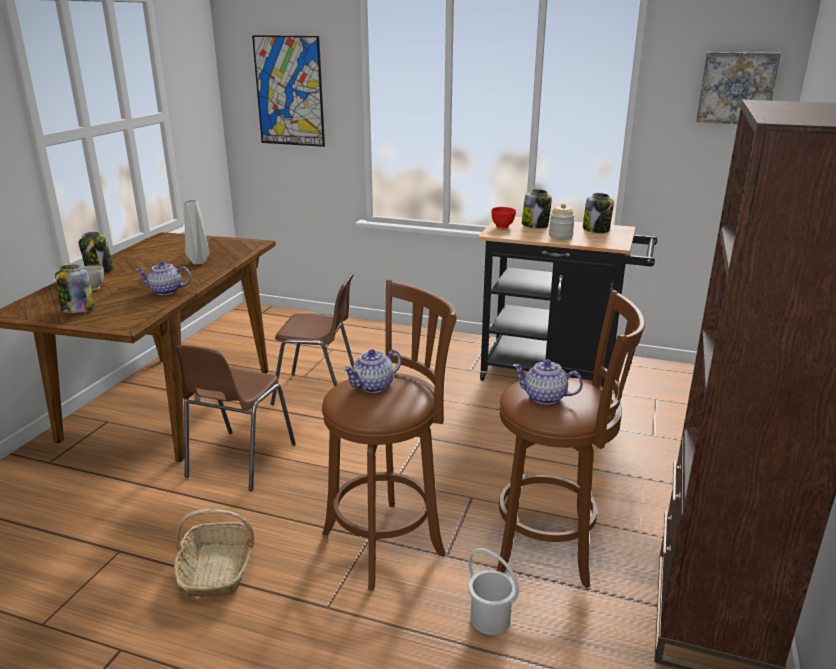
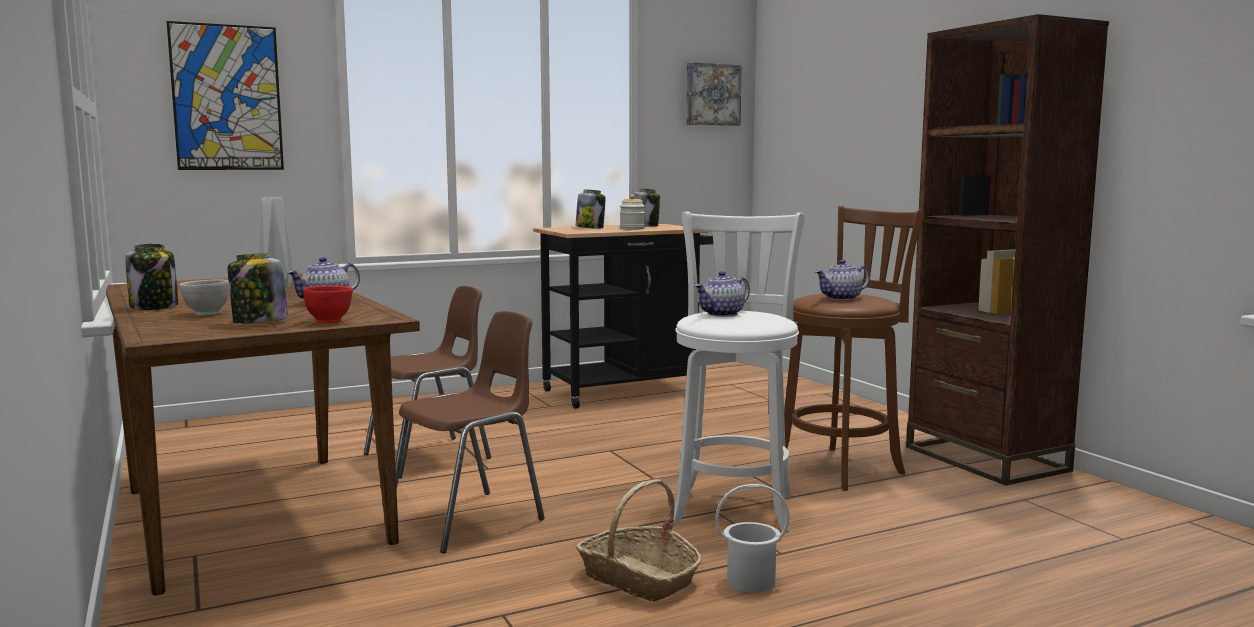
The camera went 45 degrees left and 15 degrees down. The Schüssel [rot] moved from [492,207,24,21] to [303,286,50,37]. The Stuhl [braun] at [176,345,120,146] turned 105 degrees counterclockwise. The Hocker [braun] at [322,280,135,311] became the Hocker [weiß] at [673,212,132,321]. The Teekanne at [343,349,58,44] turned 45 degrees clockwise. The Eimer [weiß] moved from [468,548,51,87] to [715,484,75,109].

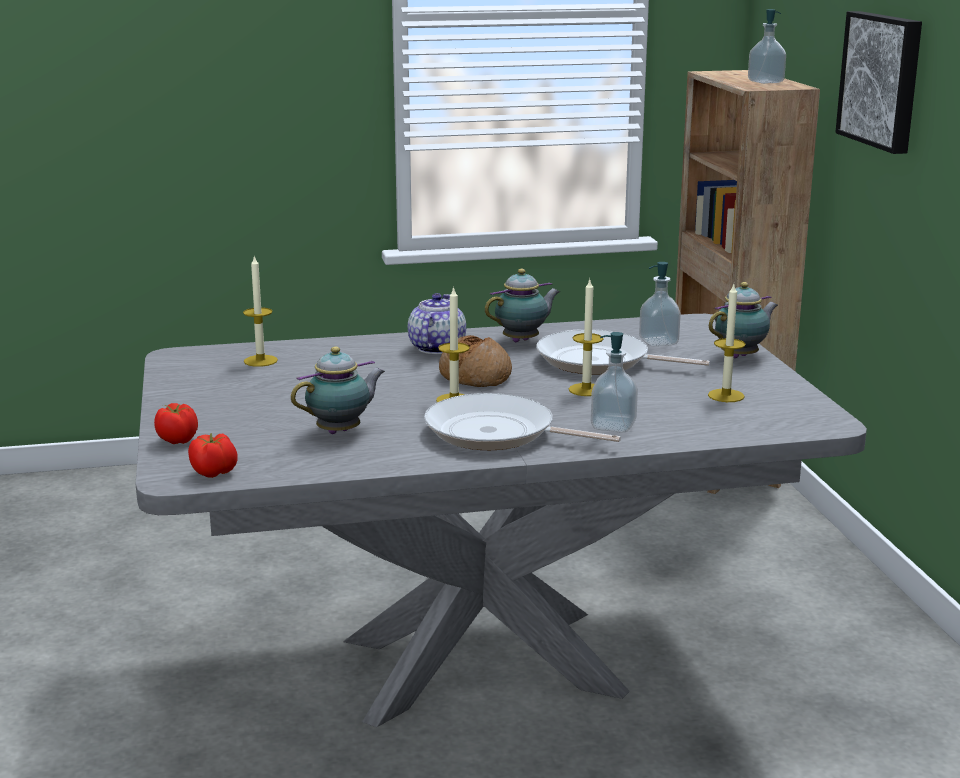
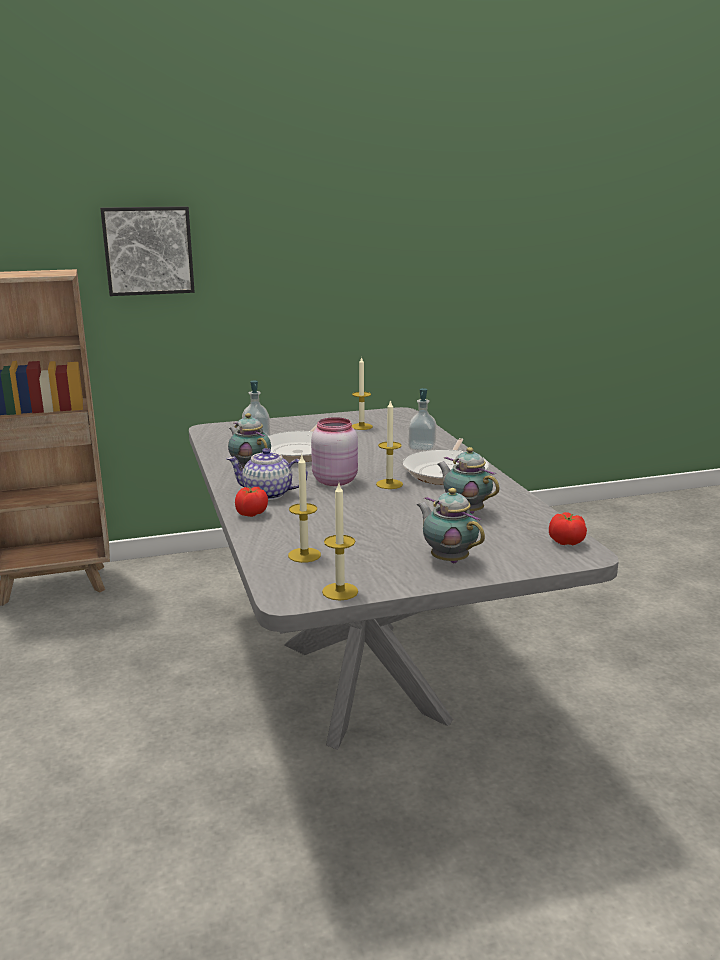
The camera went 95 degrees left and 0 degrees up. The Tomate moved from [154,403,44,41] to [235,487,33,30]. The Brot at [439,335,73,52] was replaced by the Vorratsglas [rosa] at [311,417,47,69]. The Kerze moved from [569,280,34,116] to [322,484,36,117]. The Teekanne moved from [709,282,69,76] to [416,488,69,75]. The Seifenspender at [748,9,38,75] disappeared.

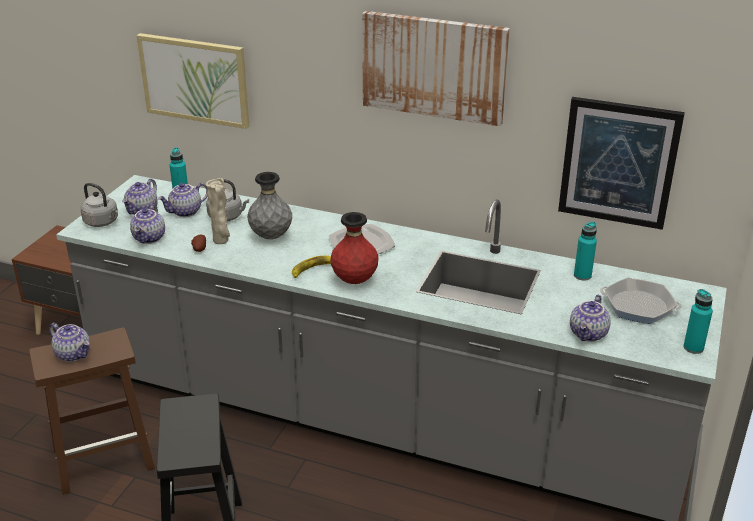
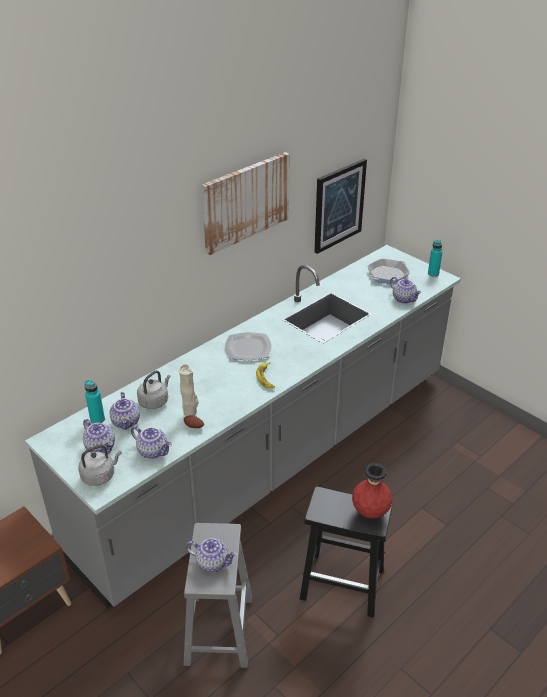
The camera went 65 degrees left and 5 degrees up. The Hocker [braun] at [29,327,126,168] became the Hocker [grau] at [184,523,68,145]. The Teekanne at [49,323,41,39] turned 45 degrees clockwise. The Vase [rot] moved from [330,212,49,72] to [352,463,41,56]. The Bild at [137,33,112,96] disappeared. The Vase [grau] at [247,172,45,67] disappeared. The Flasche [türkis] at [574,222,23,59] disappeared.

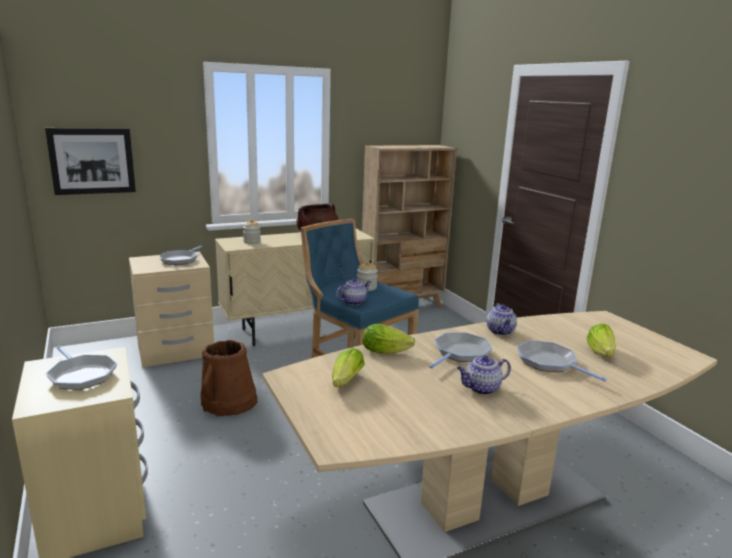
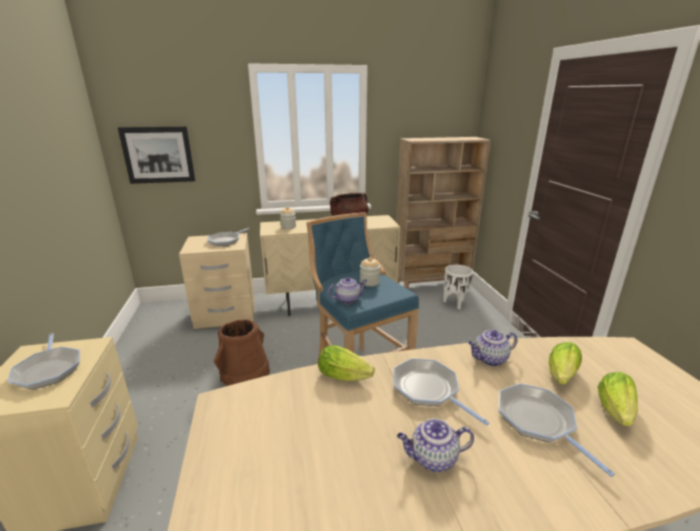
The camera went 15 degrees right and 5 degrees up. The Pfanne at [429,332,63,36] turned 90 degrees counterclockwise. The Pflanzkübel [weiß] at [443,265,30,44] appeared. The Teekanne at [486,303,31,32] turned 60 degrees clockwise. The Salatkopf moved from [332,348,33,39] to [549,342,33,43].

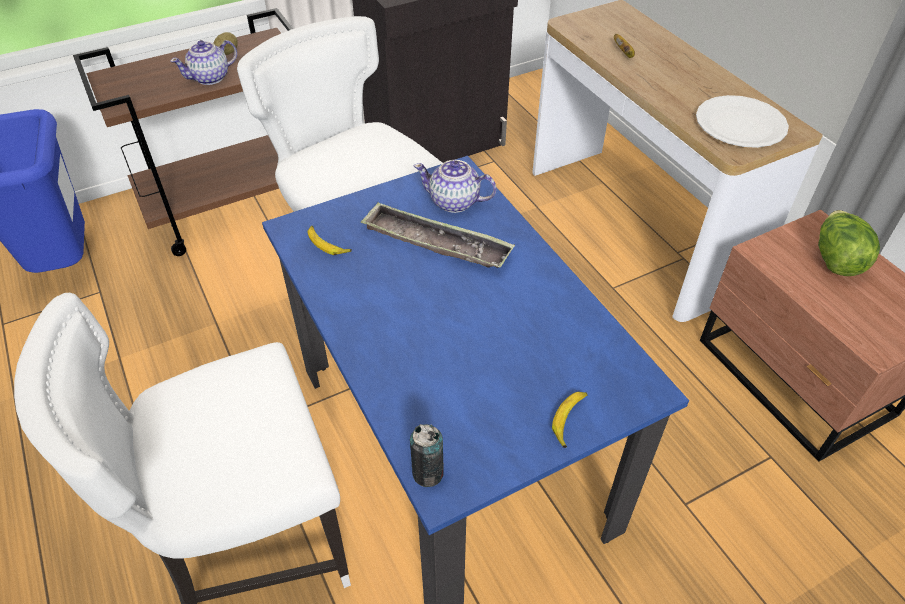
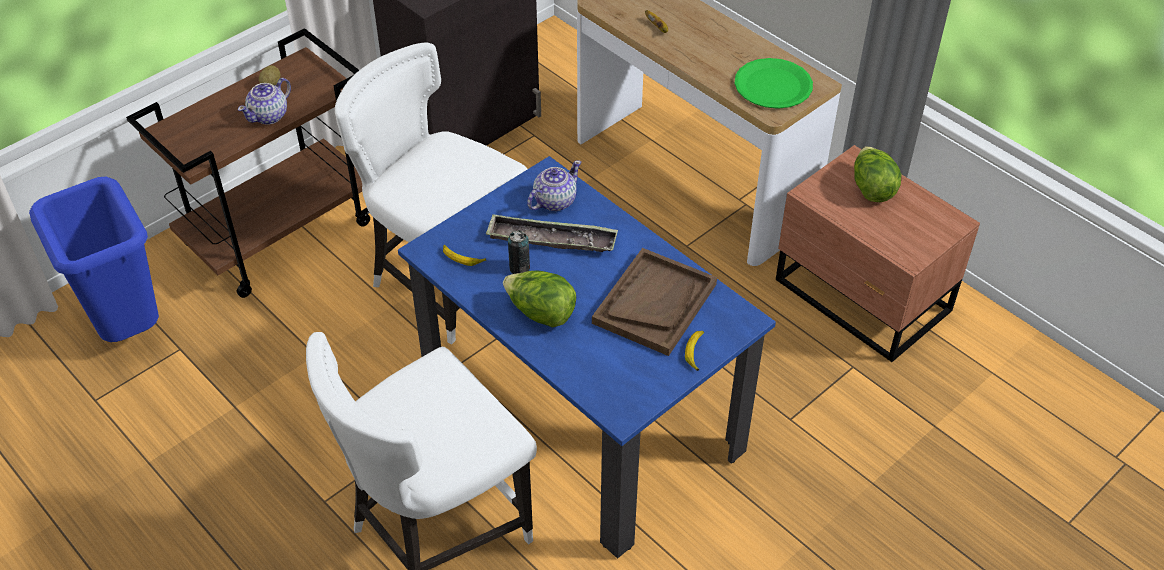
The camera went 15 degrees left and 0 degrees up. The Salatkopf at [503,271,73,57] appeared. The Dose moved from [410,424,34,63] to [508,230,22,44]. The Teekanne at [414,160,82,53] turned 135 degrees clockwise. The Tablett [braun] at [592,248,125,108] appeared. The Teller [weiß] at [696,95,93,53] became the Teller [grün] at [735,58,78,51].

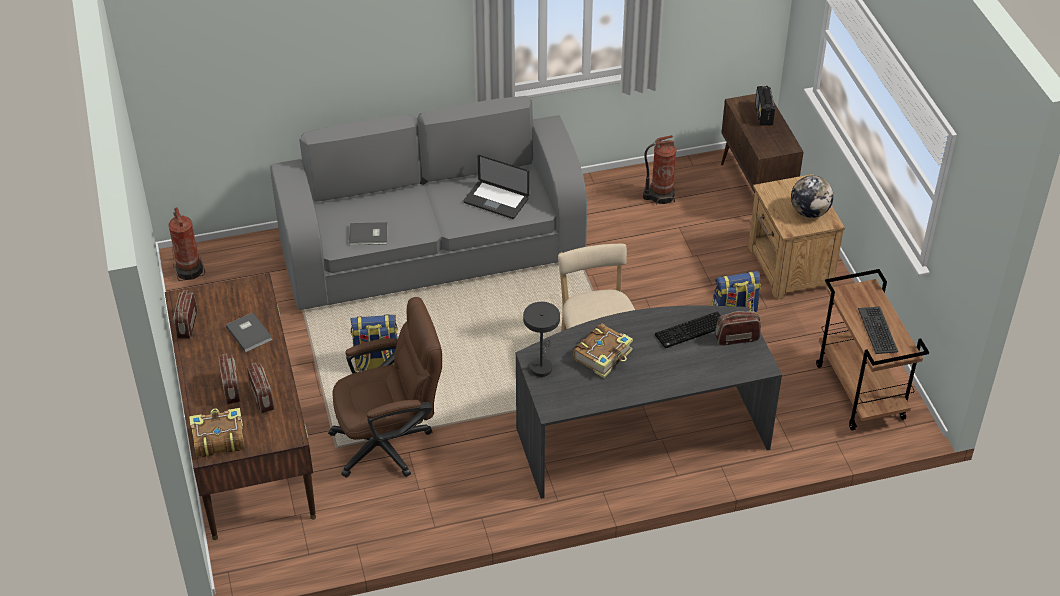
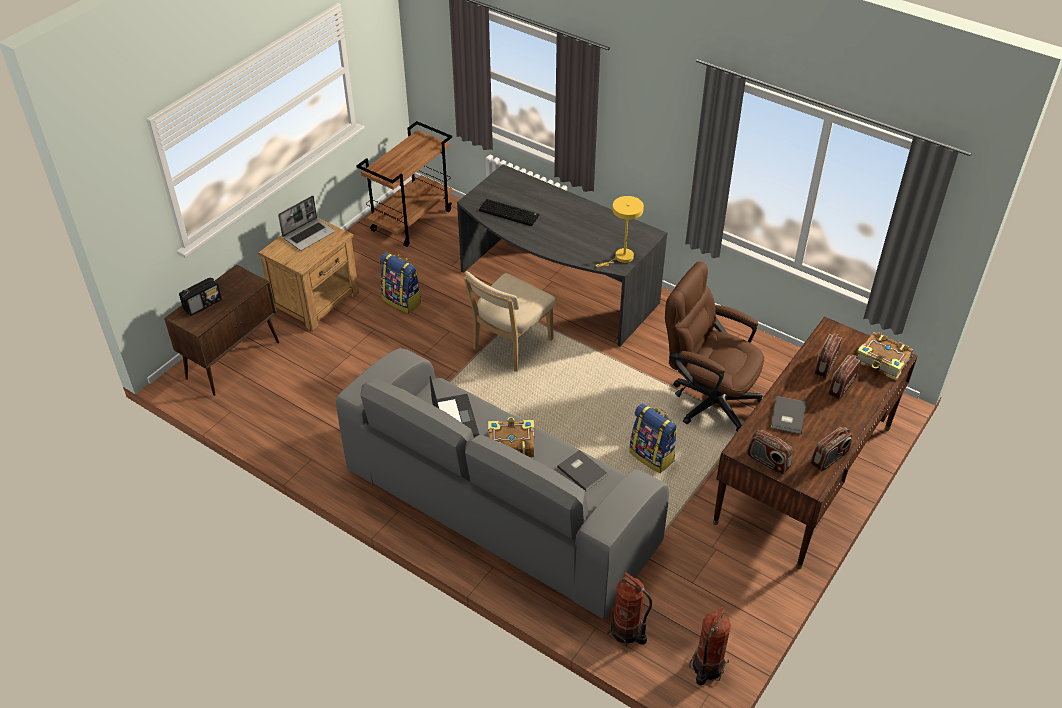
The camera went 130 degrees left and 0 degrees up. The Globus at [791,176,42,42] was replaced by the Laptop at [278,195,57,56]. The Buch moved from [573,324,60,54] to [488,417,46,40]. The Tischlampe [grau] at [523,302,37,75] became the Tischlampe [gelb] at [596,196,48,71]. The Feuerlöscher moved from [643,135,33,70] to [607,572,45,74]. The Radio moved from [715,311,46,35] to [747,430,46,45]. The Tastatur at [858,306,40,48] disappeared.

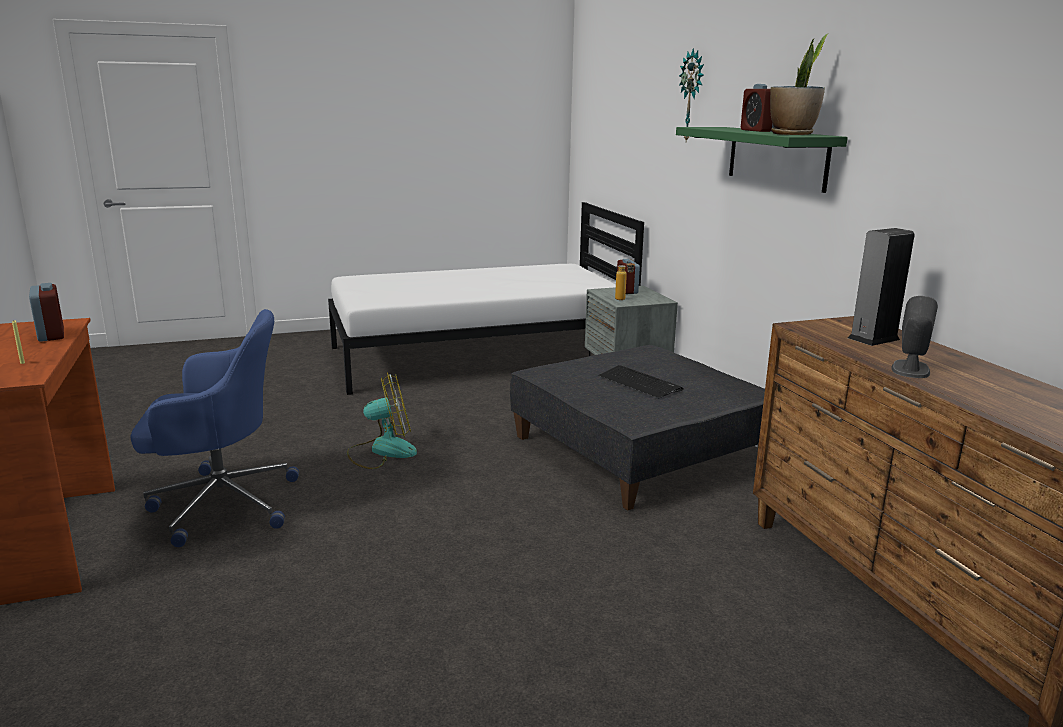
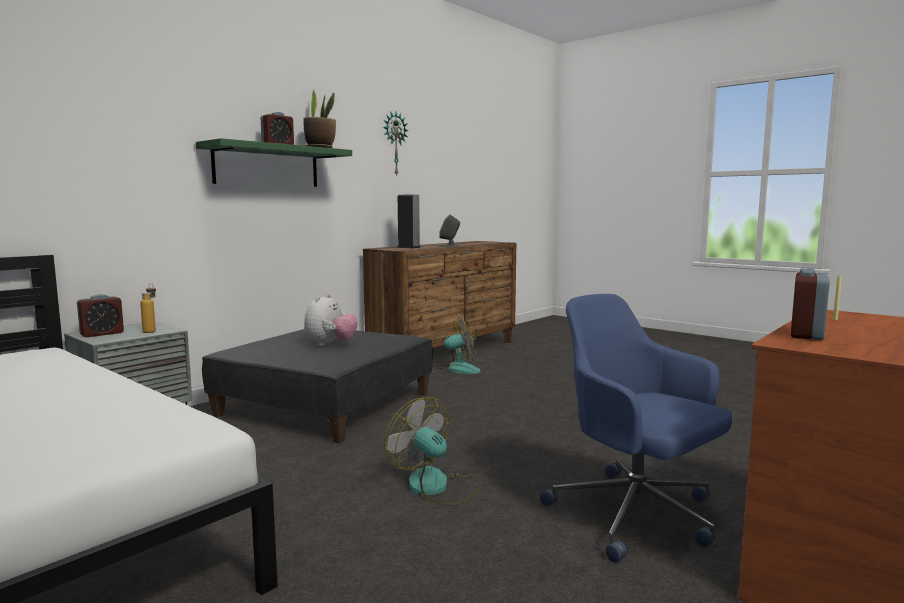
The camera went 120 degrees left and 10 degrees down. The Tastatur at [599,365,85,33] was replaced by the Plüschtier at [304,294,54,52]. The Wanduhr moved from [679,48,25,93] to [383,111,26,65]. The Ventilator at [432,317,49,62] appeared.

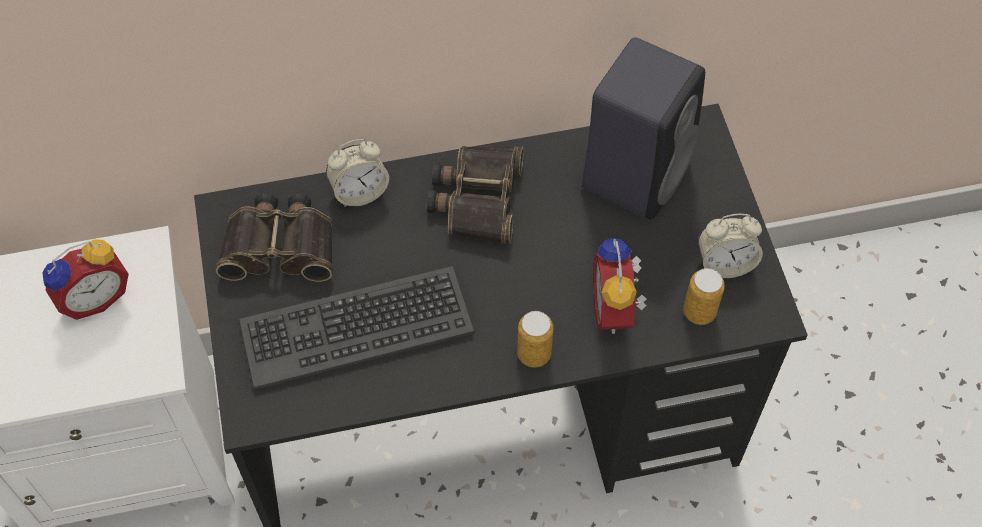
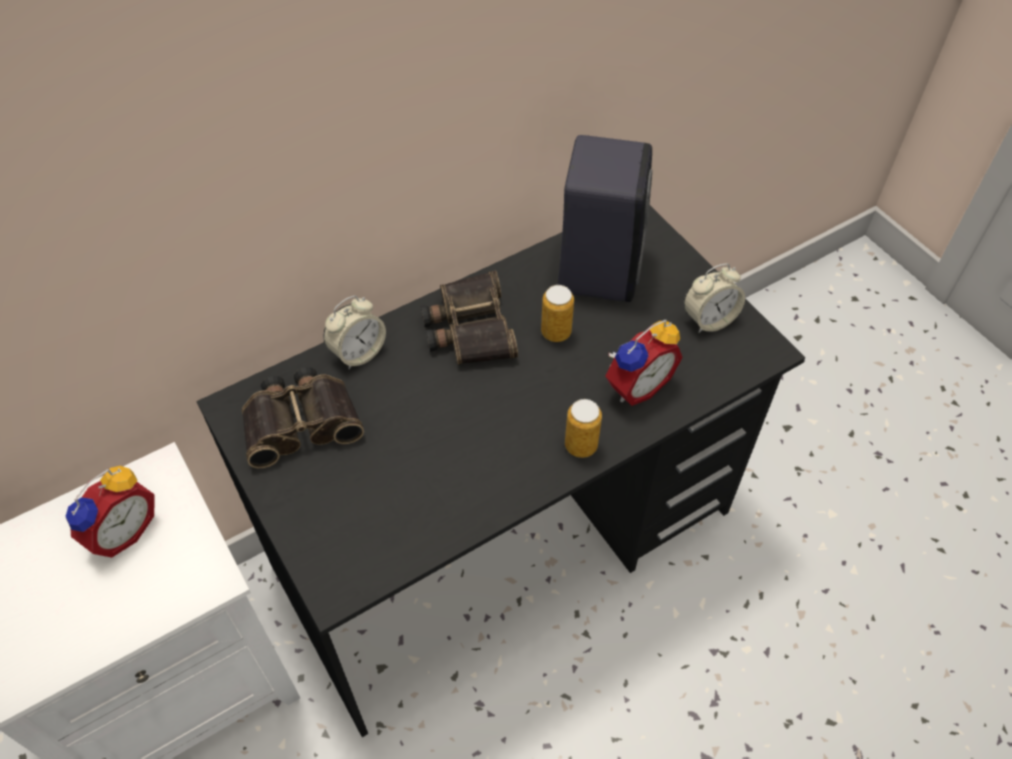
The camera went 20 degrees left and 5 degrees down. The Dose moved from [683,268,42,57] to [541,285,33,57]. The Wecker at [593,238,54,96] turned 105 degrees counterclockwise. The Tastatur at [239,266,236,124] disappeared.

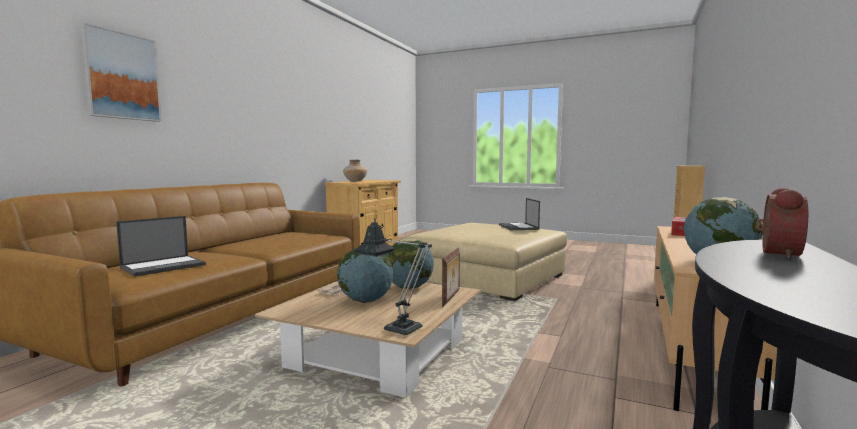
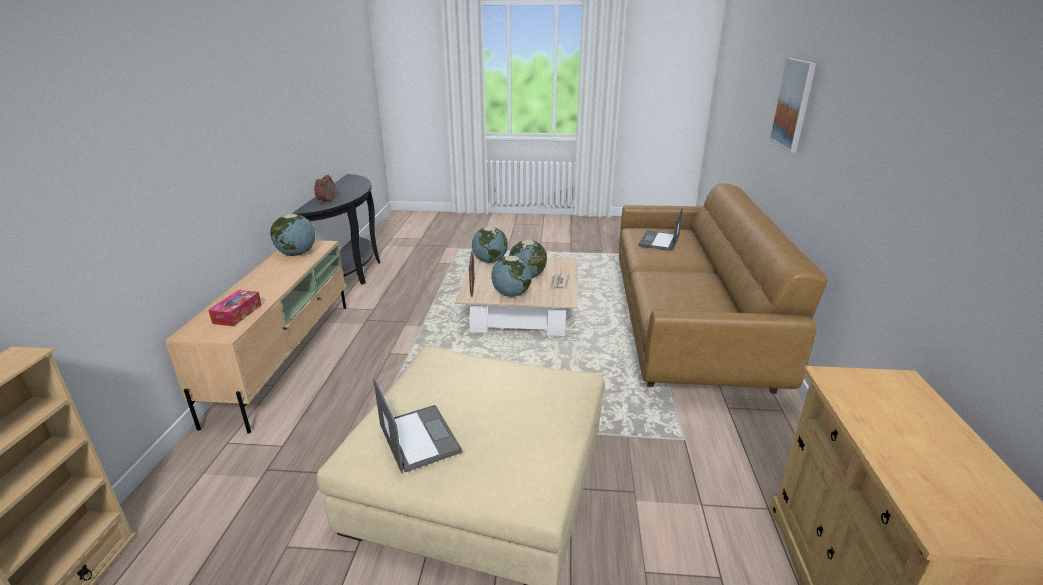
The camera went 160 degrees right and 20 degrees up. The Tischlampe at [355,218,77,117] was replaced by the Globus at [472,227,36,36]. The Vase [beige] at [343,160,24,22] disappeared.

